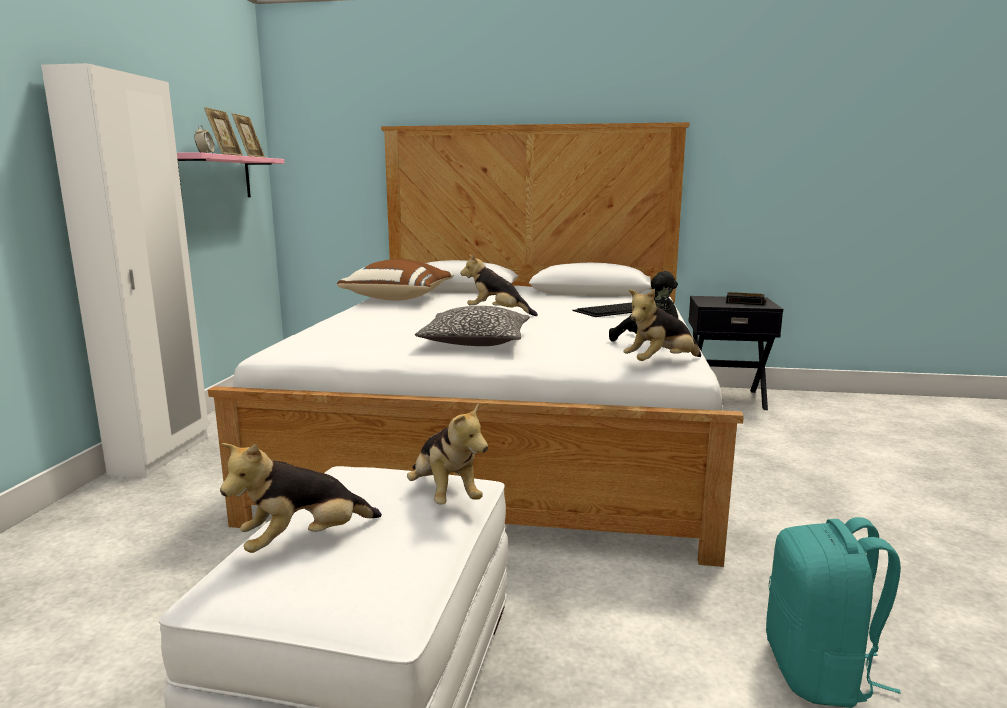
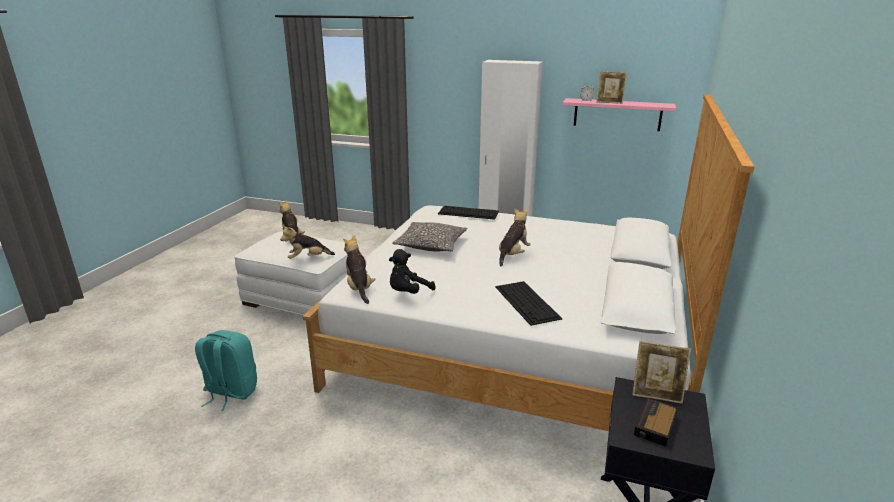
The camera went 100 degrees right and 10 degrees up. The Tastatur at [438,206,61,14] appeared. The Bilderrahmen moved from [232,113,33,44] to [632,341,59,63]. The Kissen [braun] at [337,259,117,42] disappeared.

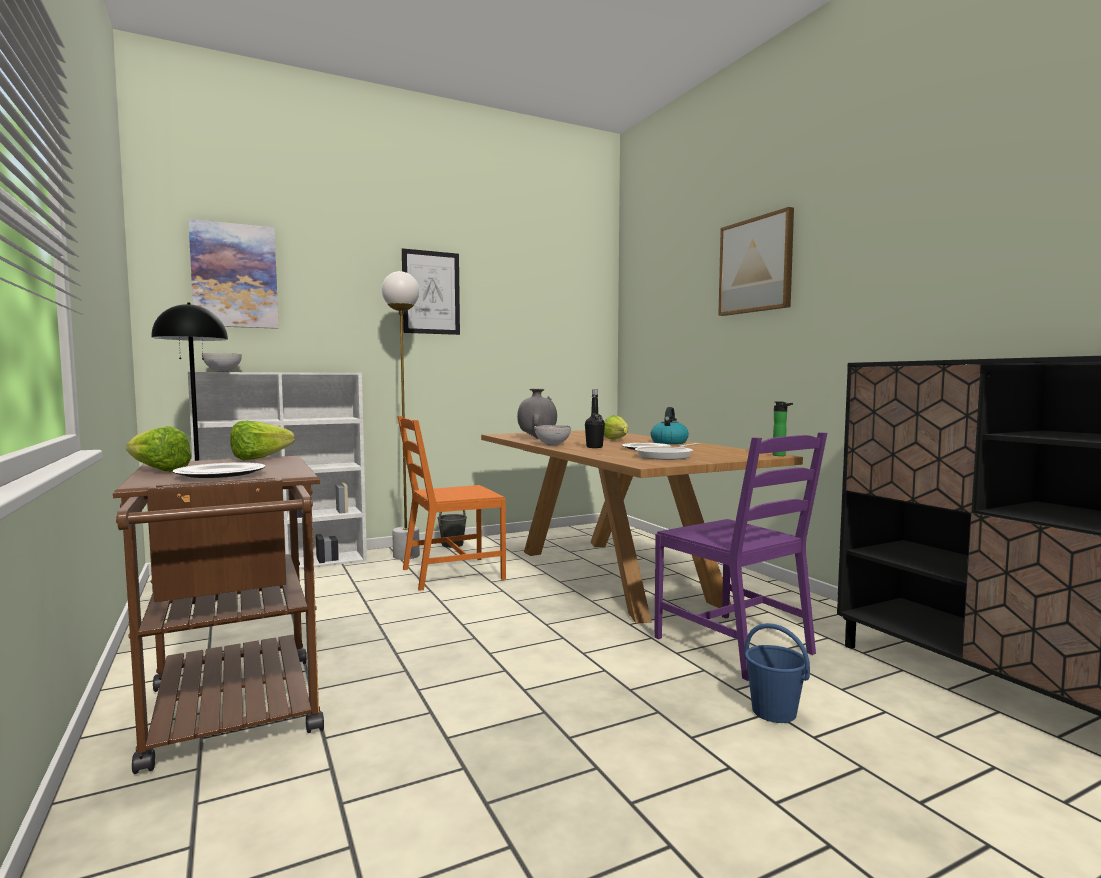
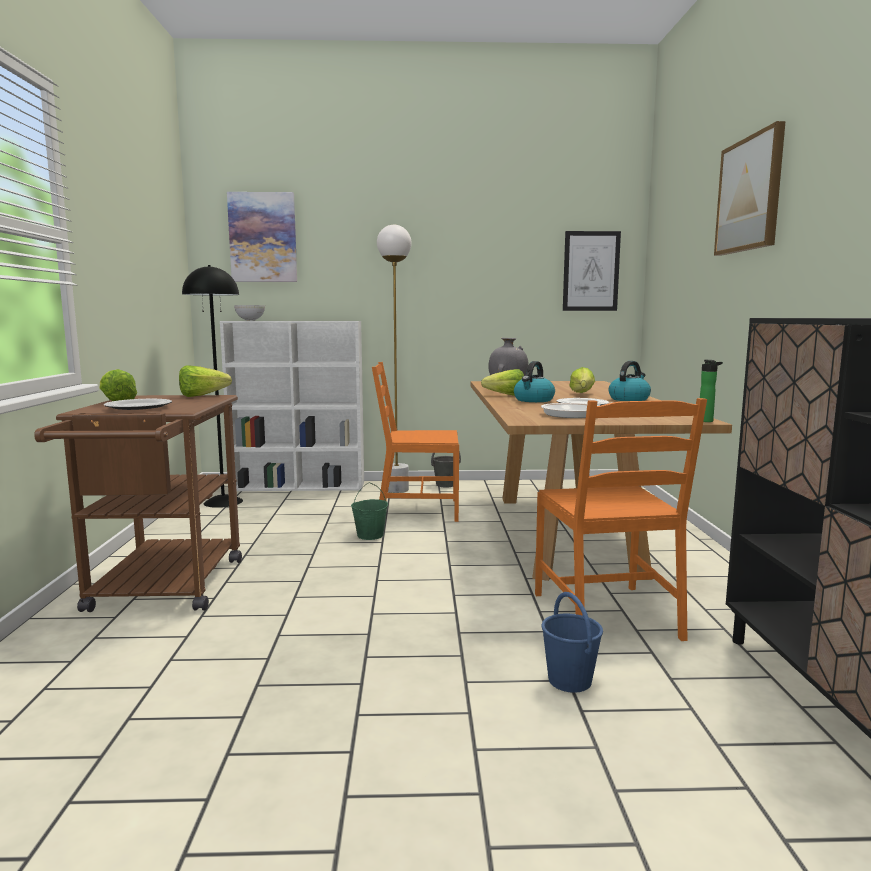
The camera went 25 degrees right and 5 degrees up. The Eimer [grün] at [351,482,37,58] appeared. The Schüssel at [534,425,37,21] was replaced by the Salatkopf at [481,369,43,27]. The Flasche [schwarz] at [585,390,20,58] was replaced by the Wasserkessel at [514,361,41,41]. The Stuhl [lila] at [654,432,173,249] became the Stuhl [orange] at [535,398,172,243]. The Bild moved from [402,248,58,87] to [563,231,58,80].

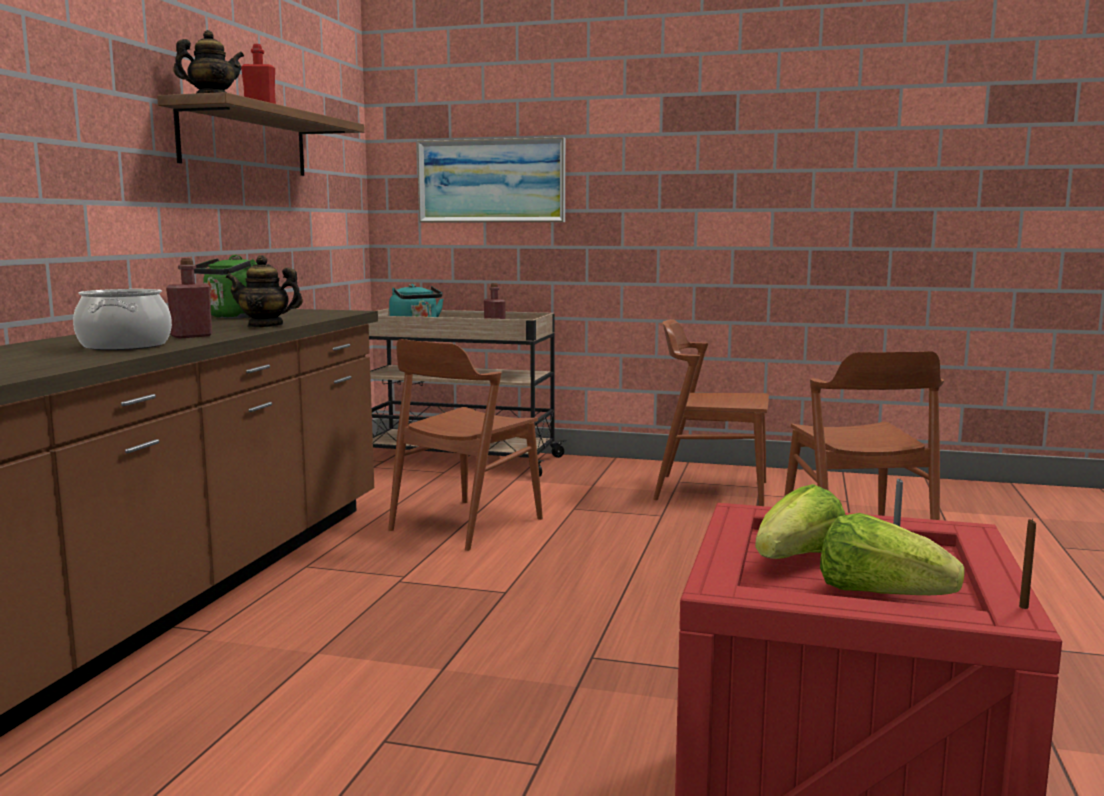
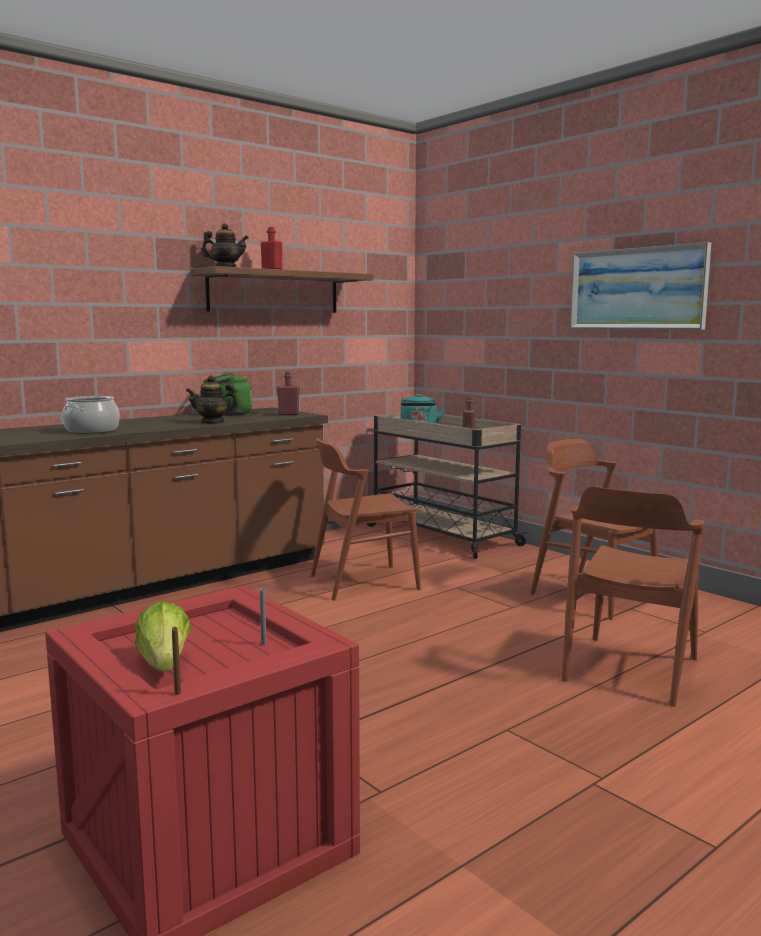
The camera went 35 degrees right and 0 degrees up. The Teekanne at [226,255,77,73] turned 45 degrees counterclockwise. The Flasche [rot] moved from [166,258,46,80] to [277,371,23,44]. The Bild moved from [417,137,148,85] to [570,242,141,88]. The Salatkopf at [755,484,90,75] disappeared.

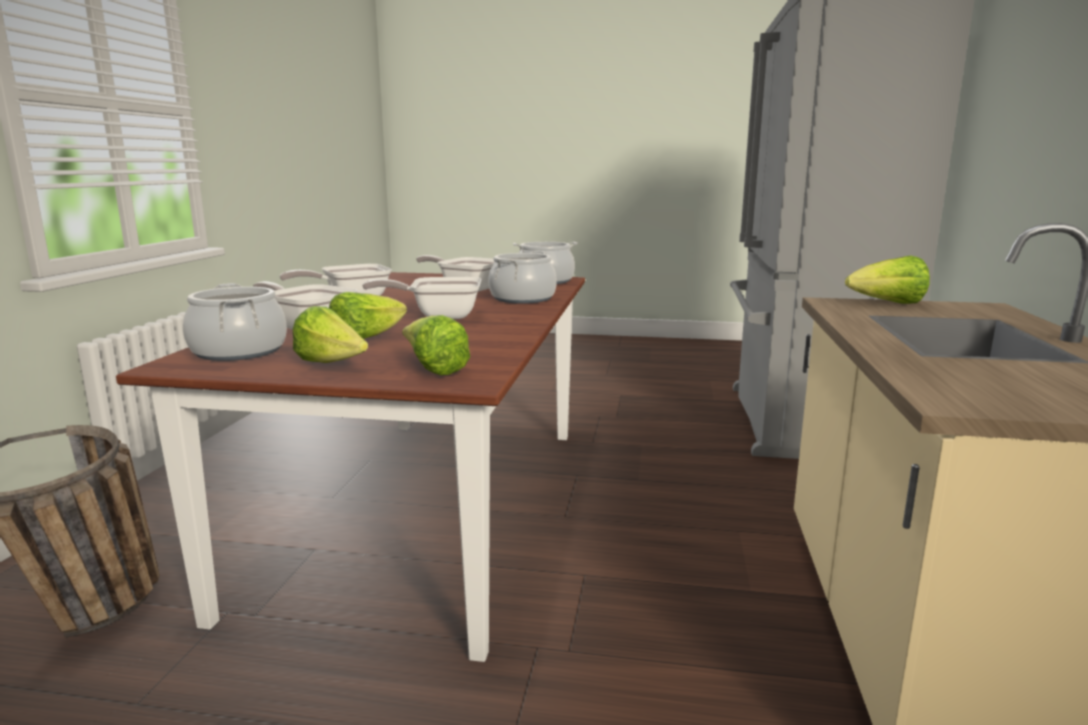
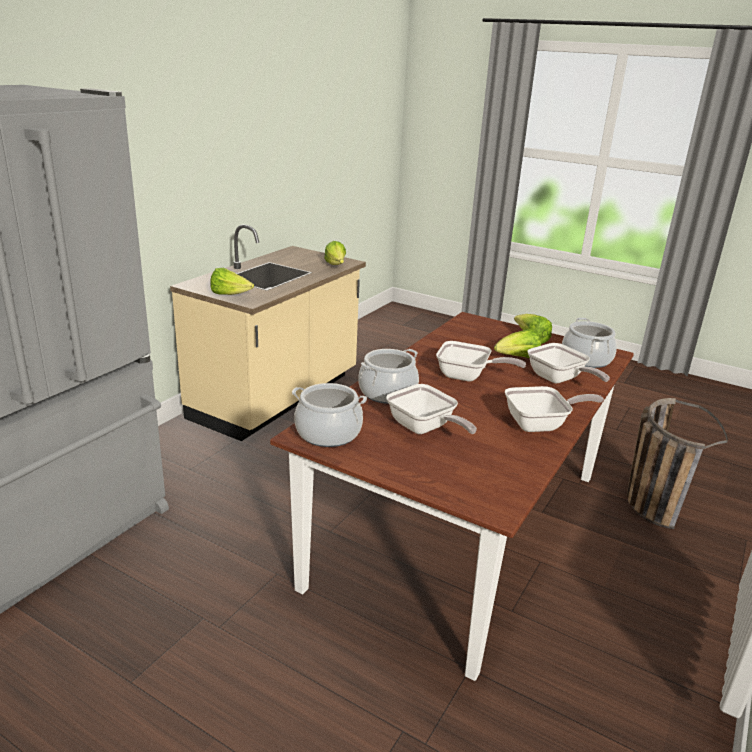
The camera went 160 degrees left and 10 degrees up. The Salatkopf moved from [402,315,68,60] to [324,241,22,24].

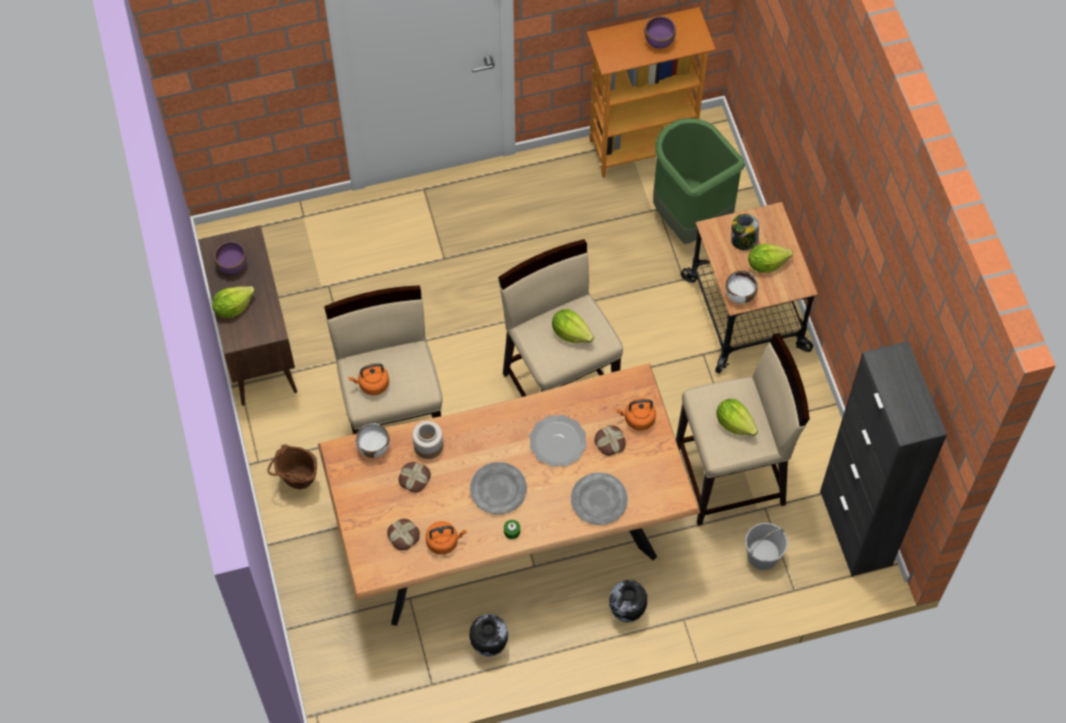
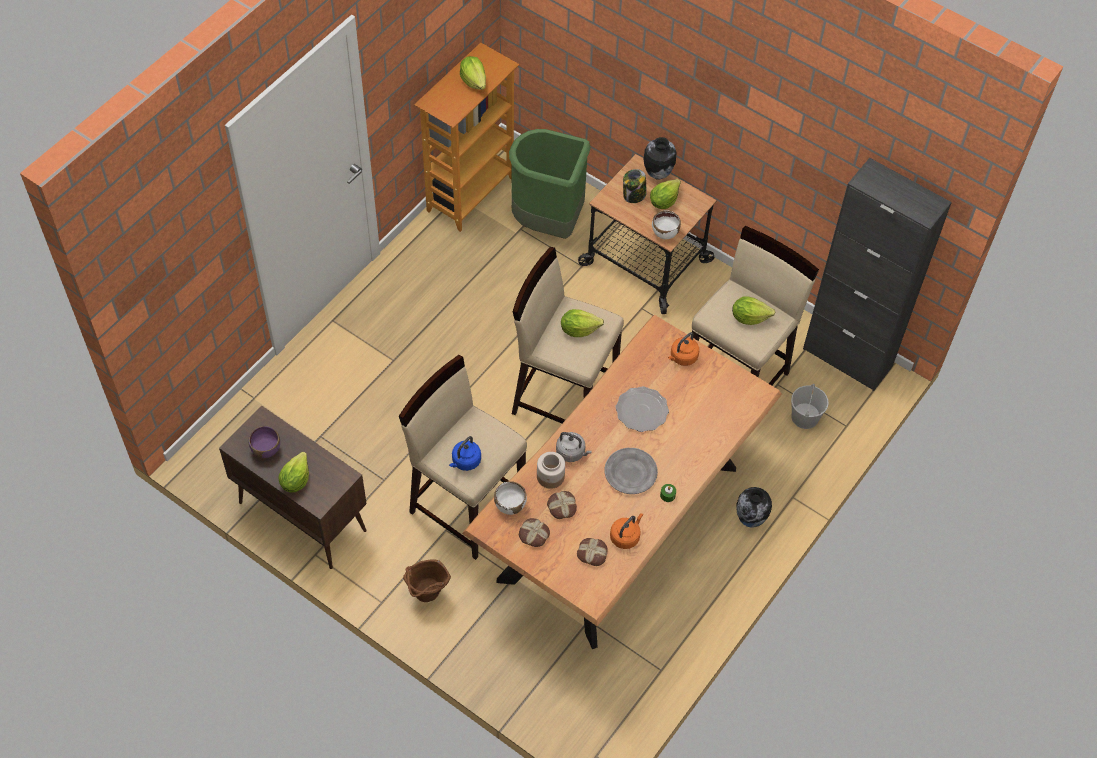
The camera went 40 degrees left and 5 degrees down. The Wasserkessel [orange] at [348,363,41,32] became the Wasserkessel [blau] at [449,436,32,35]. The Schüssel [lila] at [644,16,32,32] was replaced by the Salatkopf at [460,56,26,34]. The Brot moved from [594,425,32,31] to [519,518,31,29]. The Wasserkessel [grau] at [556,432,36,30] appeared. The Vase moved from [470,614,38,43] to [644,137,33,43]. The Teller [grau] at [571,472,57,53] disappeared.

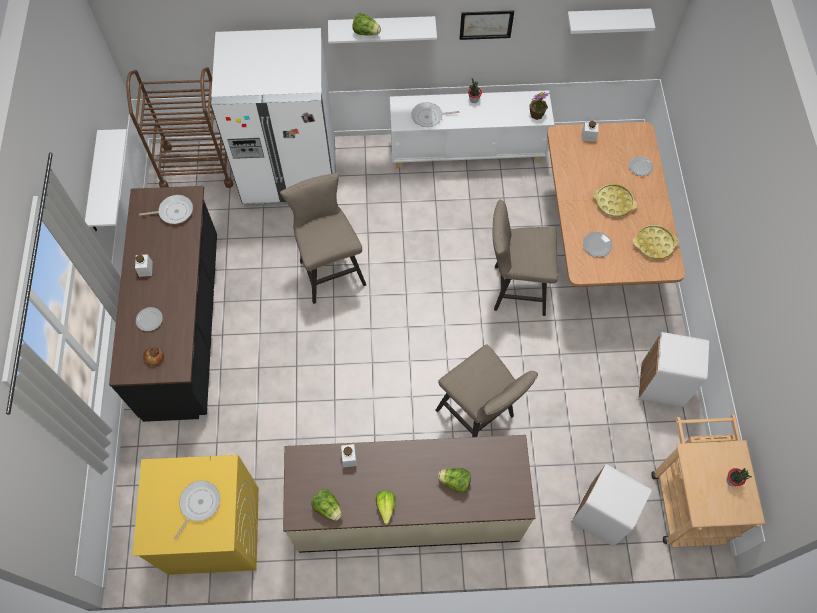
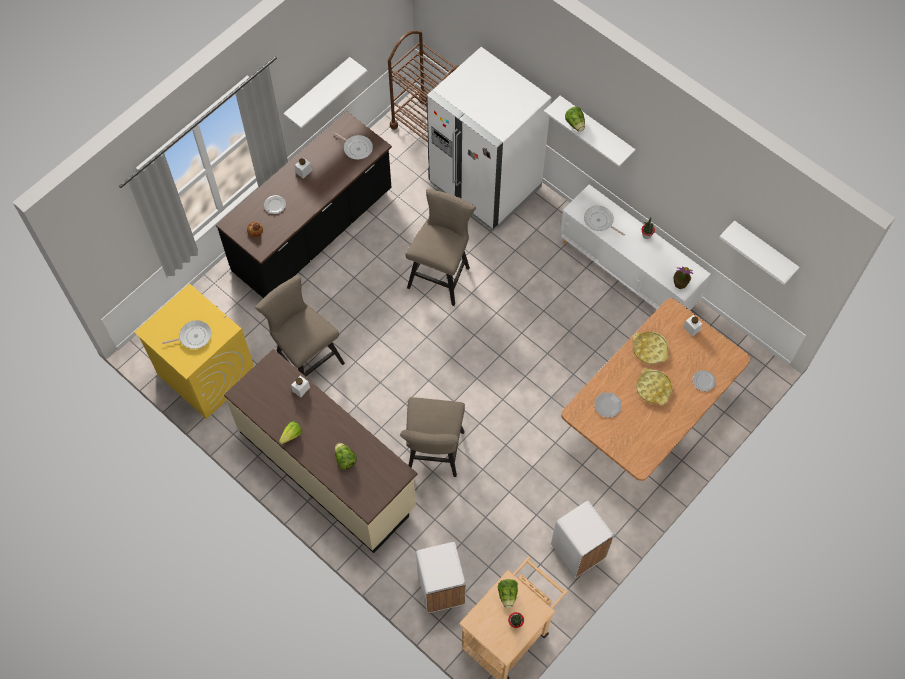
The camera went 45 degrees right and 0 degrees up. The Hocker [beige] moved from [493,200,65,116] to [255,275,90,101]. The Salatkopf moved from [311,489,31,32] to [498,579,20,29]. The Tablett [gelb] moved from [633,225,46,34] to [633,331,36,33]. The Bild at [459,10,55,30] disappeared.

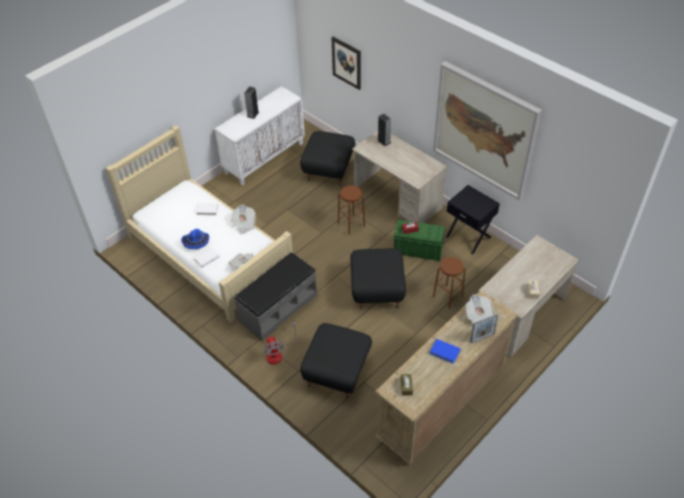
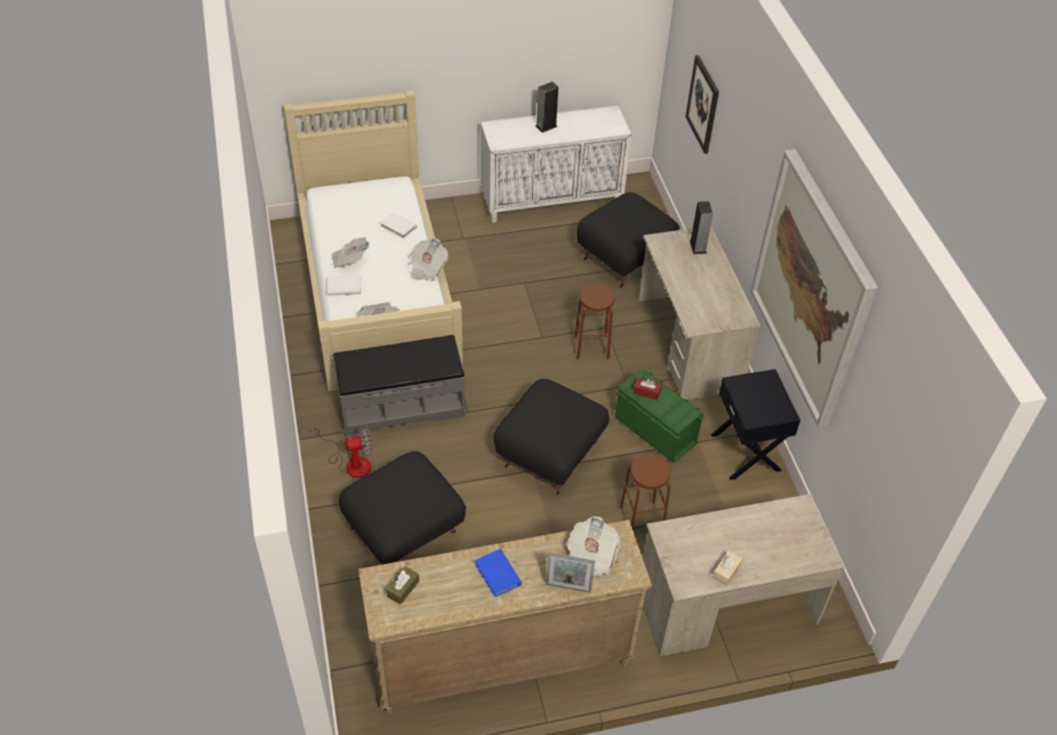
The camera went 30 degrees right and 0 degrees up. The Ventilator at [264,322,32,42] turned 120 degrees counterclockwise. The Hut [blau] at [181,229,28,20] was replaced by the Zeitung at [331,237,38,31].

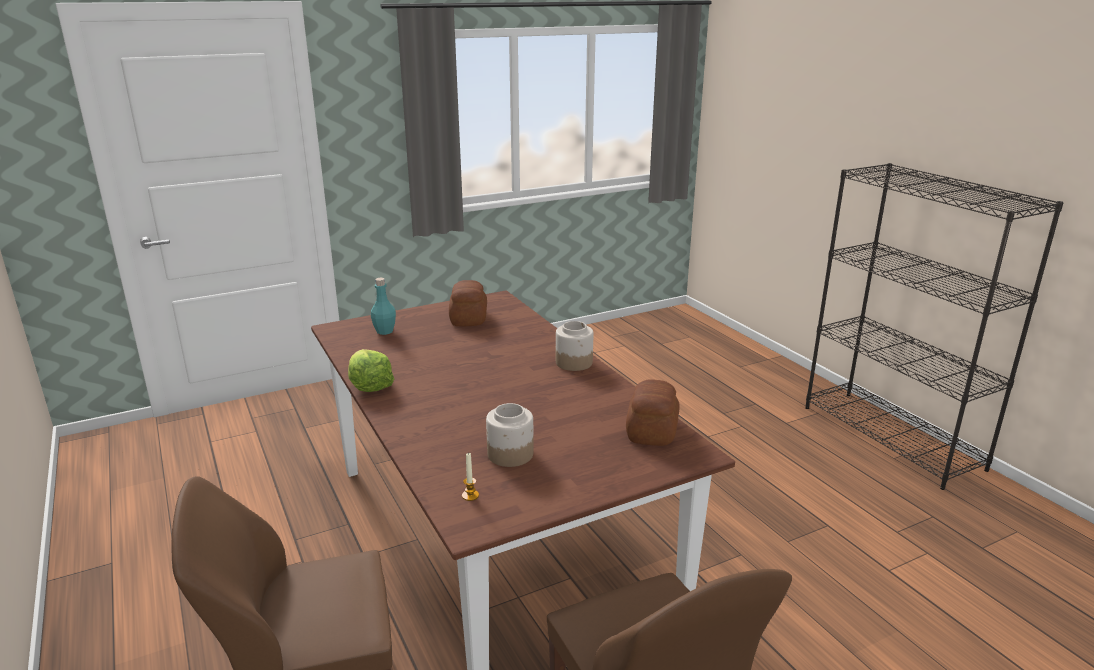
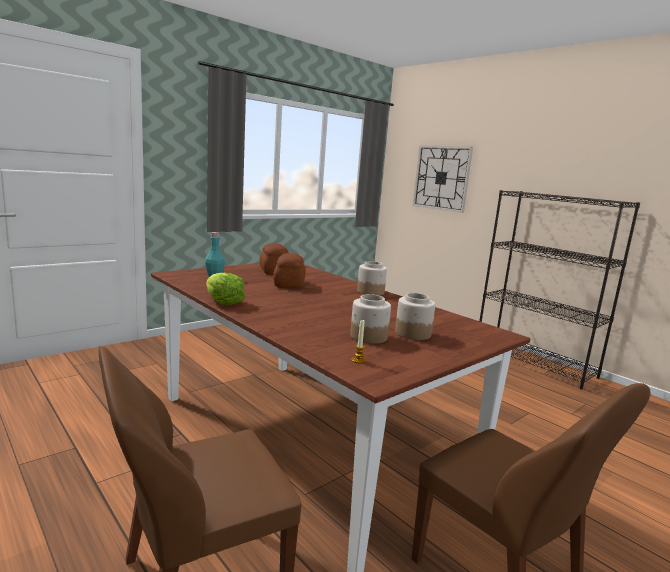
The camera went 15 degrees left and 10 degrees down. The Brot moved from [626,379,54,67] to [273,253,33,36]. The Vorratsglas at [395,293,40,47] appeared. The Wanduhr at [413,145,60,68] appeared.

